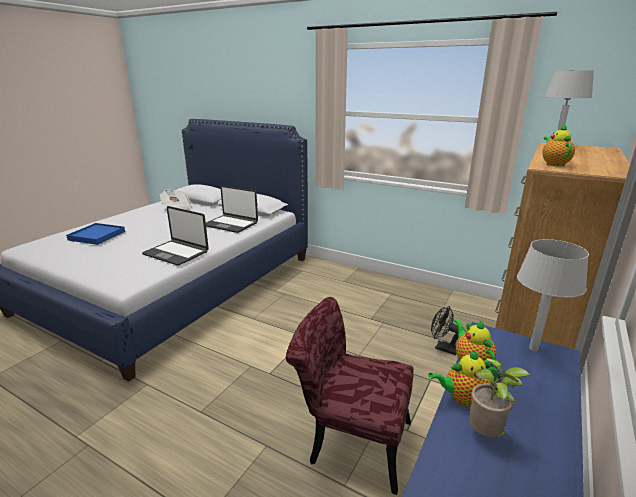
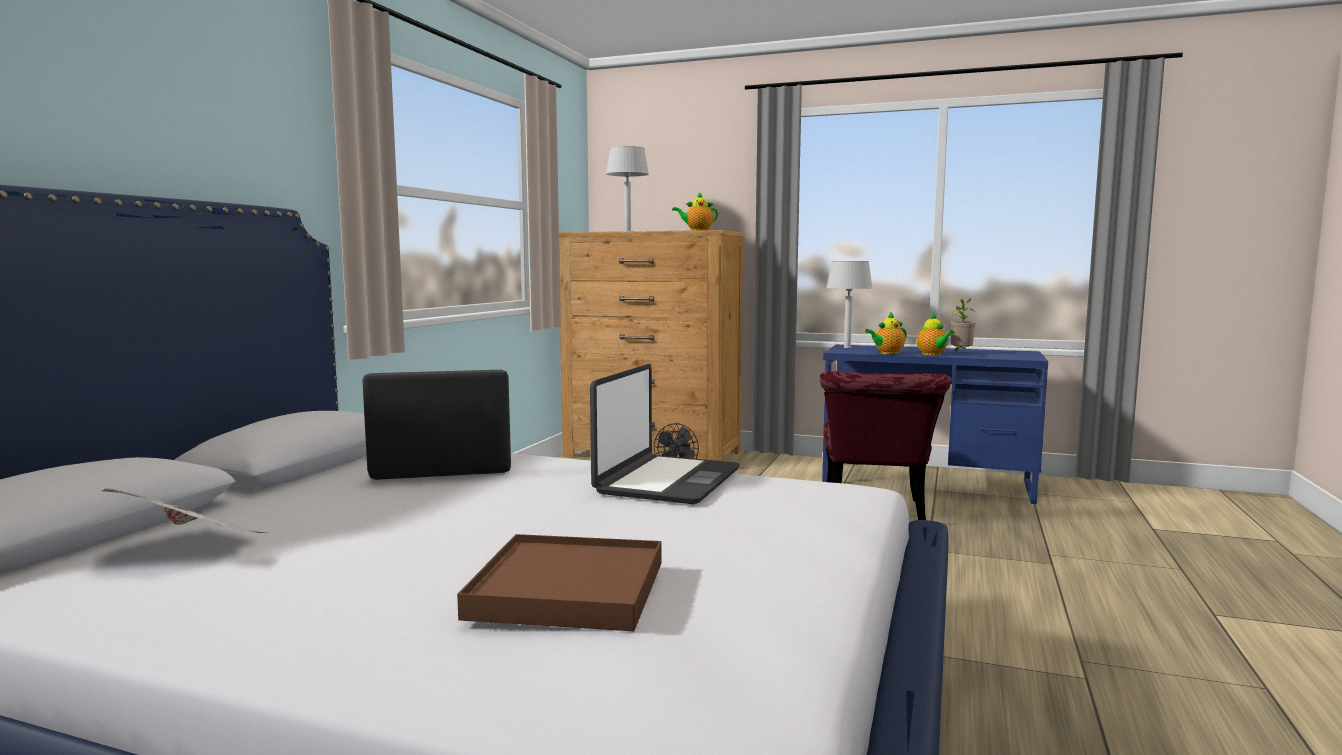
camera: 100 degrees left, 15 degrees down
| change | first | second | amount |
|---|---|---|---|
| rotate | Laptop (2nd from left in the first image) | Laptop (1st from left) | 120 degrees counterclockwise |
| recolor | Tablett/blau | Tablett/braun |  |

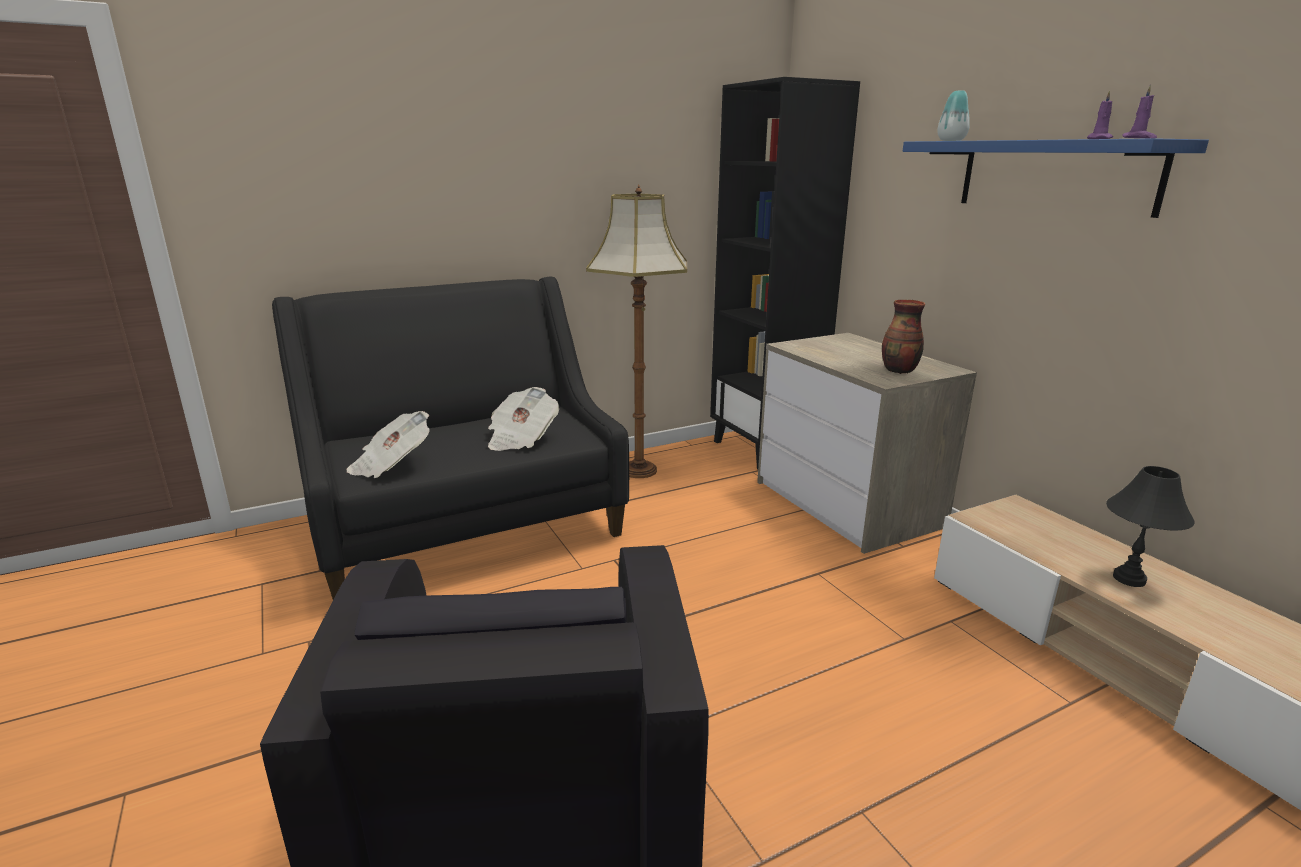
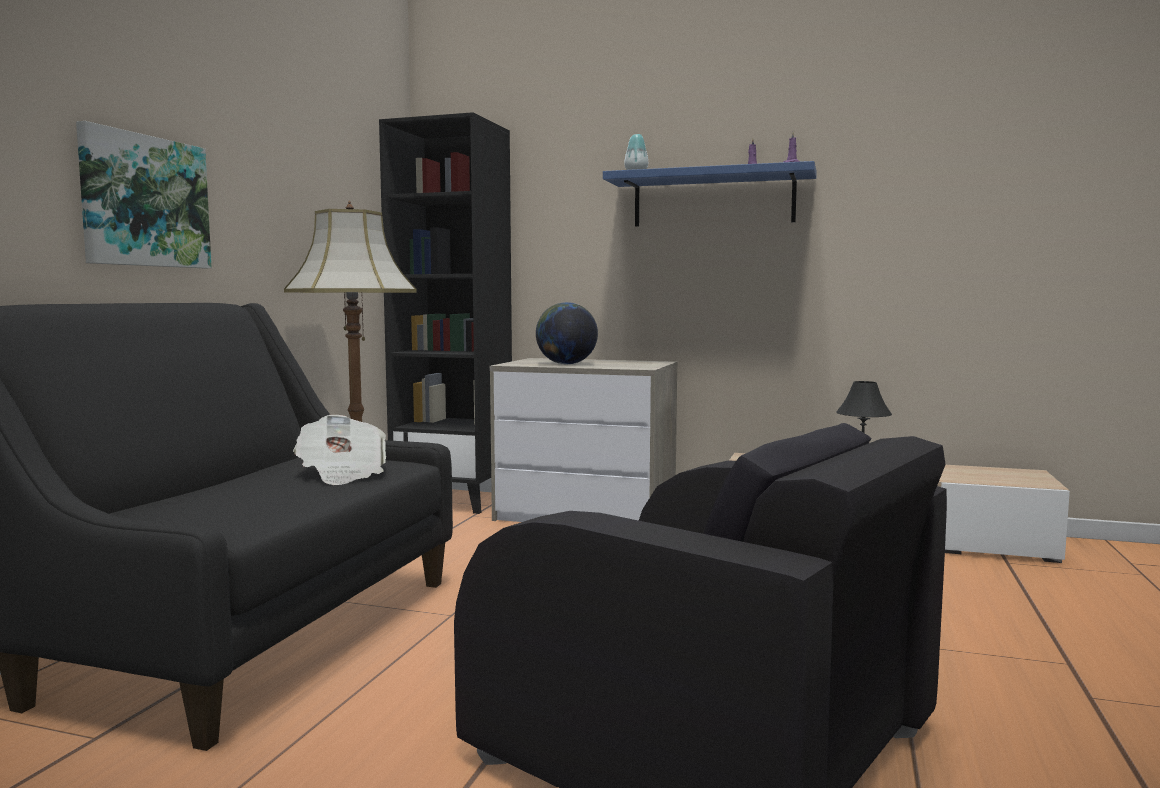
camera: 45 degrees left, 15 degrees down
| change | first | second | amount |
|---|---|---|---|
| delete | Vase (1st from left) |  |  |
| delete | Zeitung (1st from left) |  |  |
| insert |  | Bild |  |
| insert |  | Globus |  |

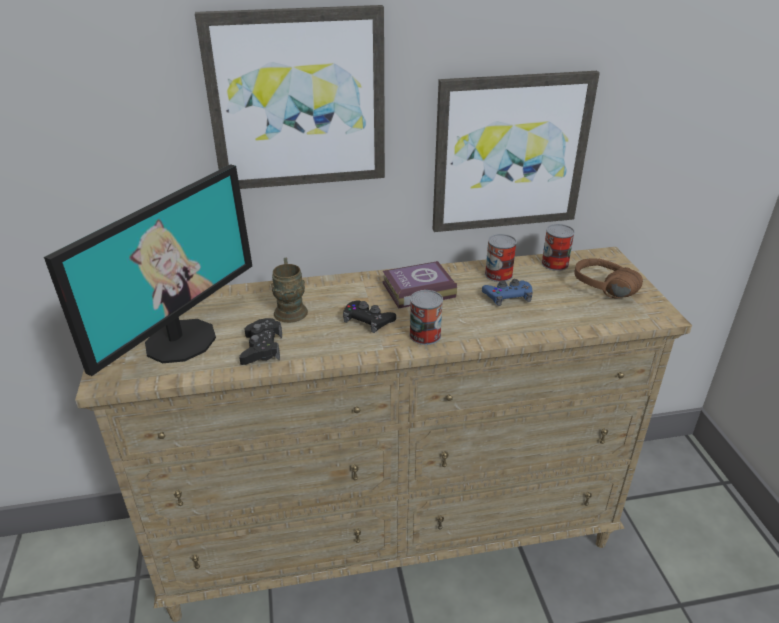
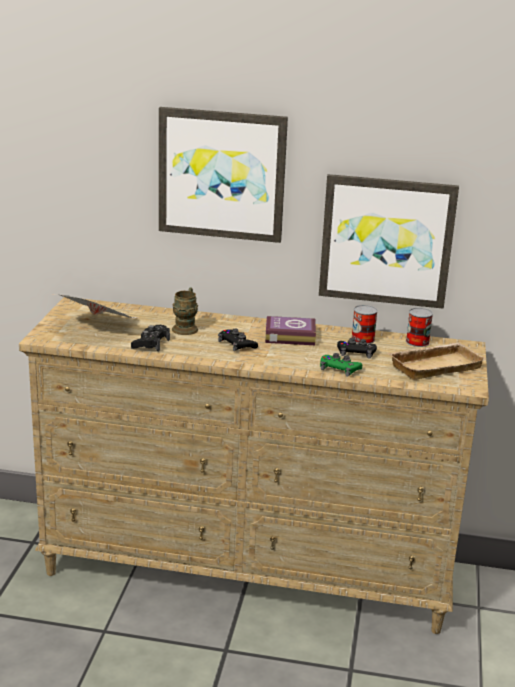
camera: 20 degrees right, 10 degrees down
| change | first | second | amount |
|---|---|---|---|
| replace | Monitor | Zeitung |  |
| replace | Kopfhörer/braun | Tablett/beige |  |
| recolor | Gamepad/blau | Gamepad/schwarz (3rd from left) |  |
| delete | Dose (1st from left) |  |  |
| insert |  | Gamepad/grün |  |

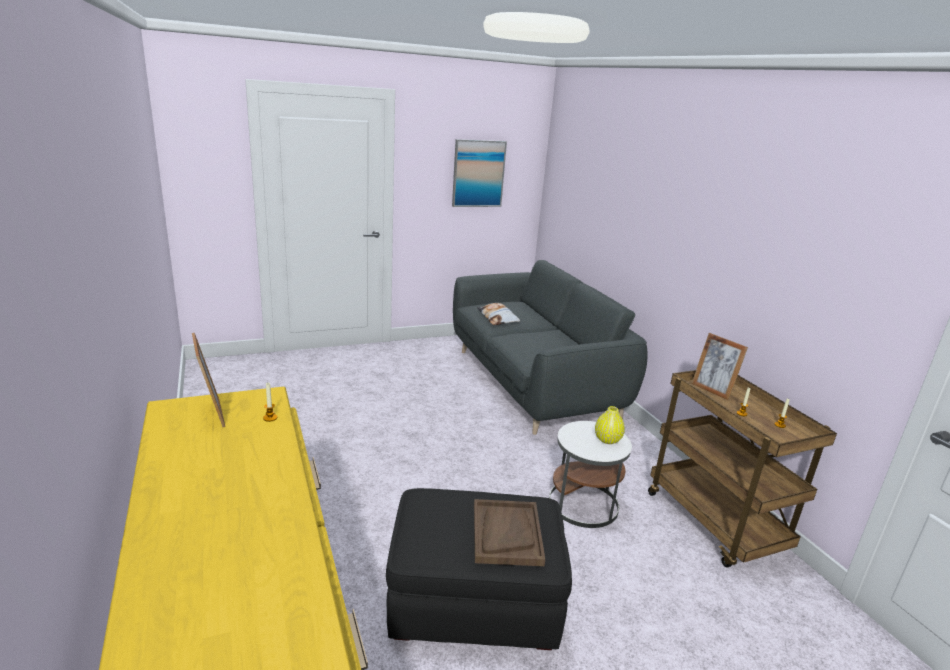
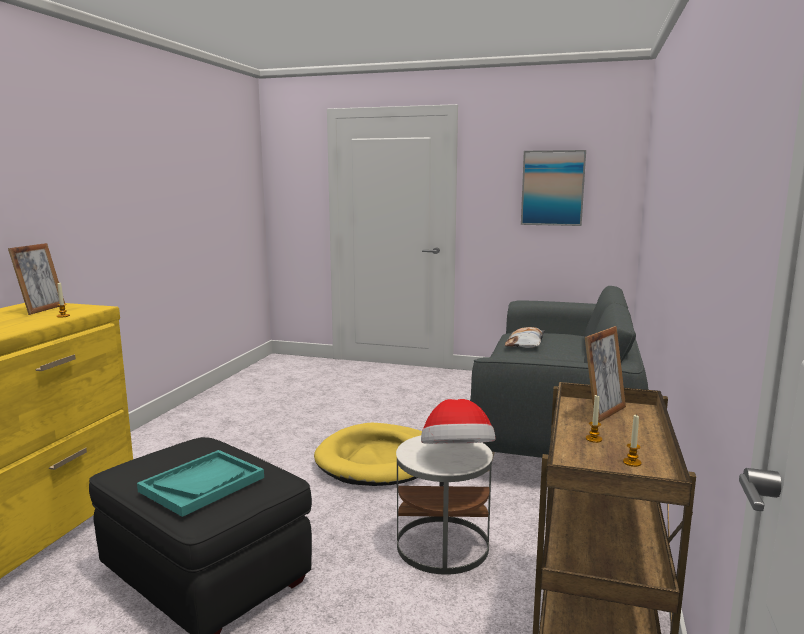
camera: 40 degrees right, 10 degrees down
| change | first | second | amount |
|---|---|---|---|
| rotate | Bilderrahmen (2nd from left) |  | 135 degrees counterclockwise |
| replace | Vase/gelb | Hut |  |
| recolor | Tablett/braun | Tablett/türkis |  |
| insert |  | Hundebett/gelb |  |

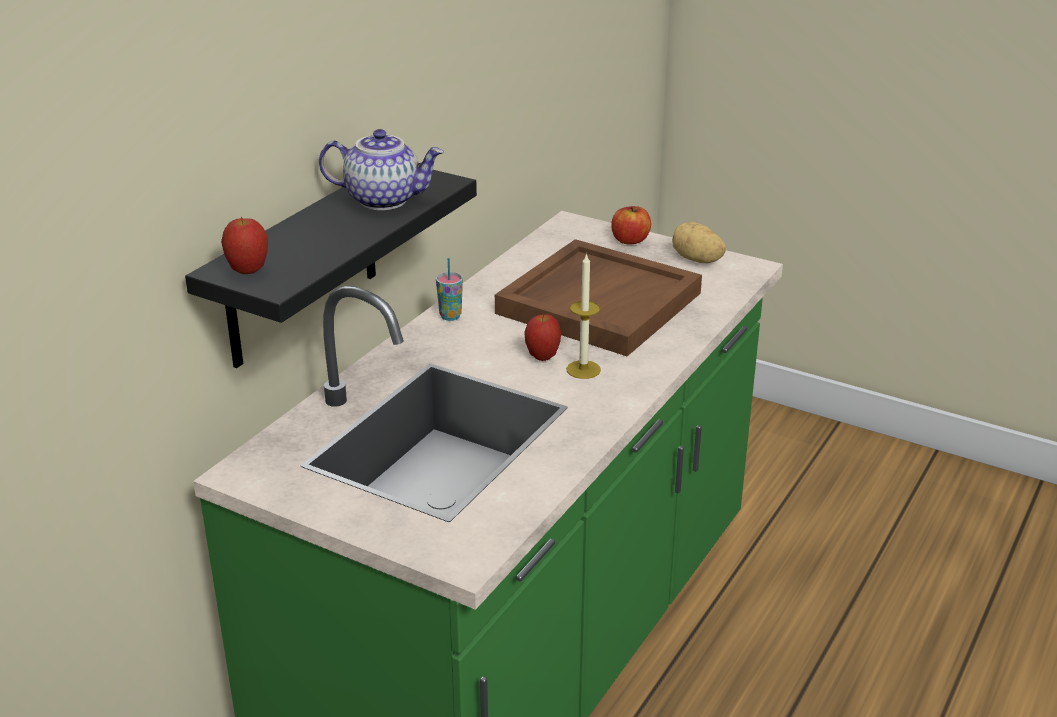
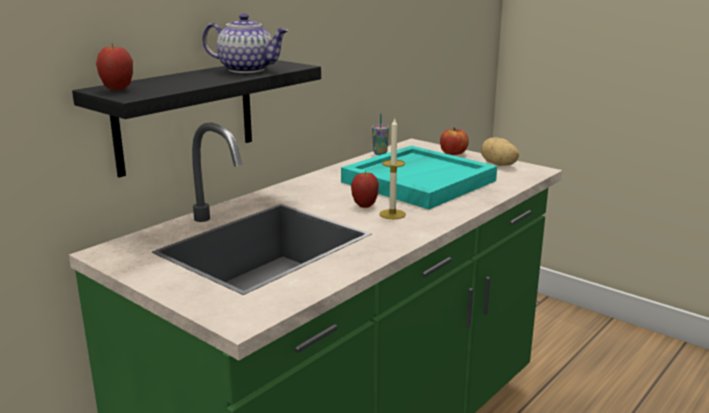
camera: 10 degrees right, 10 degrees down
| change | first | second | amount |
|---|---|---|---|
| recolor | Tablett/braun | Tablett/türkis |  |
| move | Tasse |  |  |

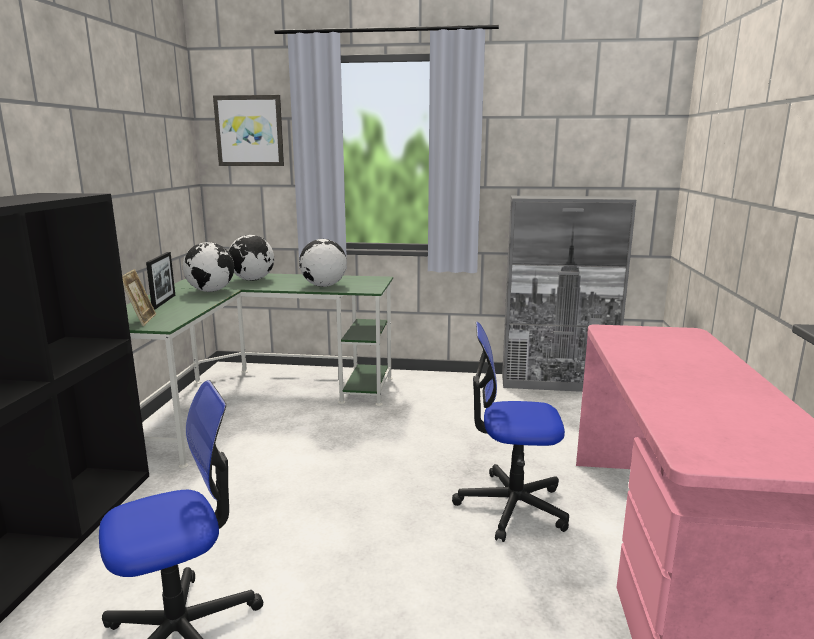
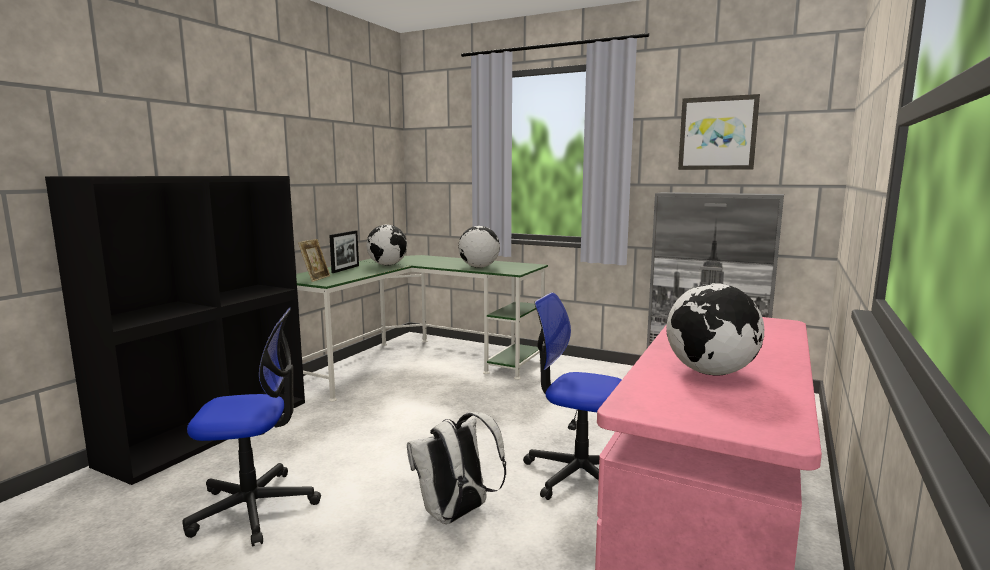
camera: 20 degrees right, 5 degrees down
| change | first | second | amount |
|---|---|---|---|
| move | Bild |  |  |
| move | Globus (2nd from left in the first image) | Globus (3rd from left) |  |
| insert |  | Rucksack/weiß |  |

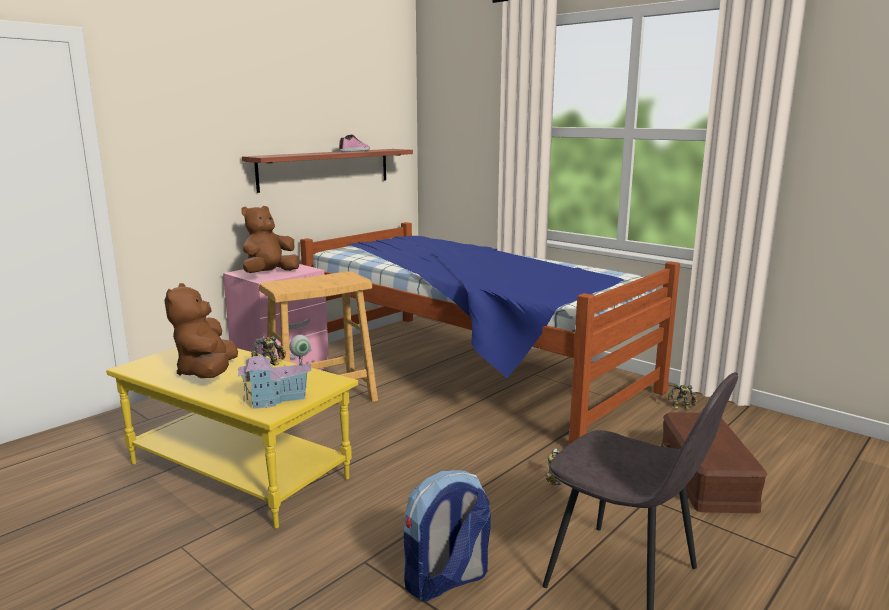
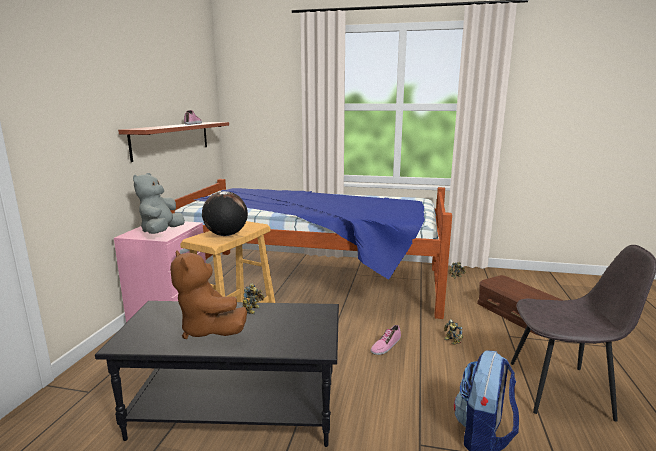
camera: 30 degrees left, 0 degrees up
| change | first | second | amount |
|---|---|---|---|
| recolor | Plüschtier/braun (2nd from left) | Plüschtier/grau |  |
| delete | Spielzeughaus |  |  |
| recolor | Couchtisch/gelb | Couchtisch/schwarz |  |
| insert |  | Globus |  |
| insert |  | Schuh (2nd from left) |  |

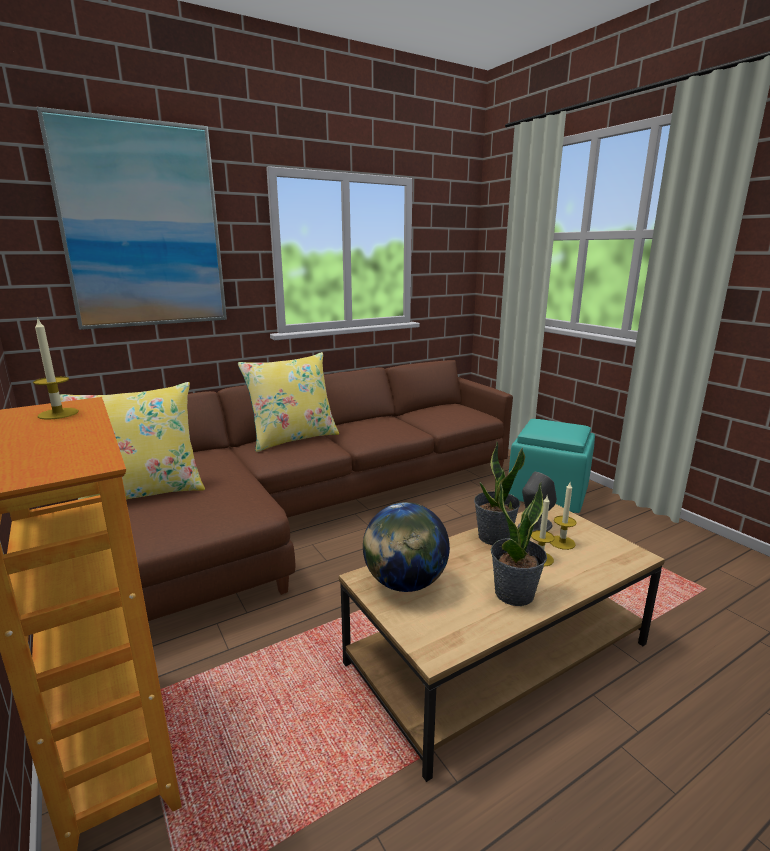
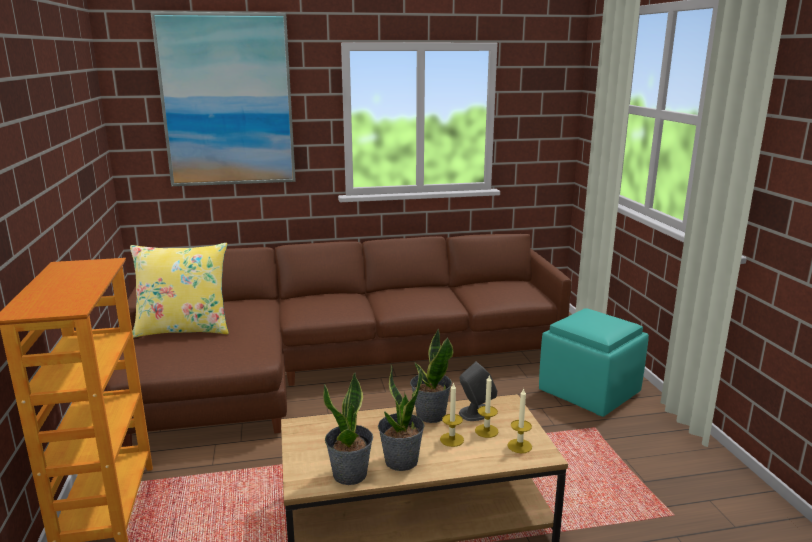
camera: 20 degrees right, 0 degrees up
| change | first | second | amount |
|---|---|---|---|
| move | Kerze (1st from left in the first image) | Kerze (3rd from left) |  |
| delete | Kissen/gelb (2nd from left) |  |  |
| delete | Globus |  |  |
| insert |  | Topfpflanze (1st from left) |  |

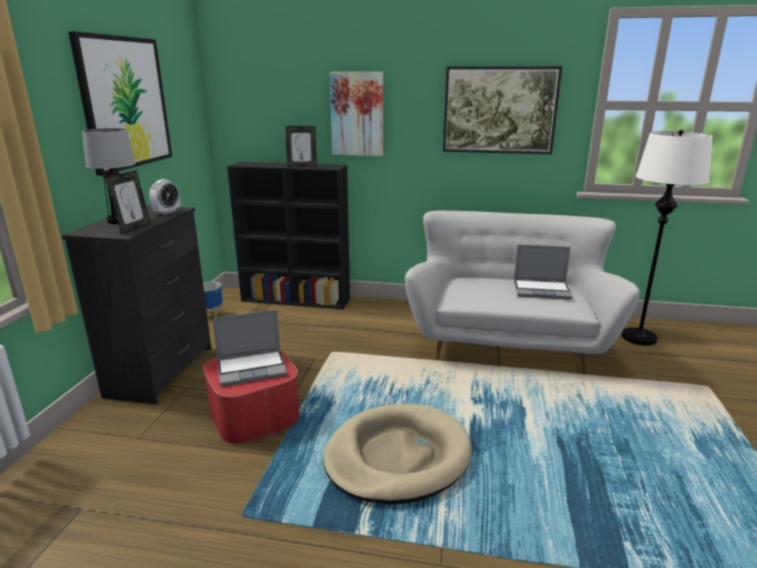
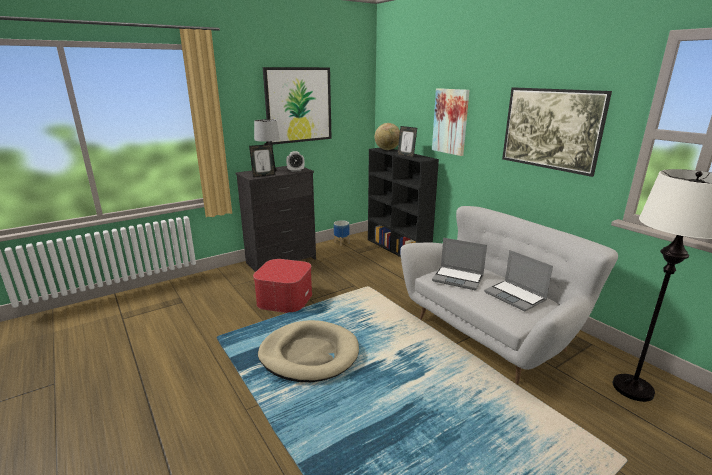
camera: 45 degrees right, 0 degrees up
| change | first | second | amount |
|---|---|---|---|
| move | Laptop (1st from left) |  |  |
| insert |  | Globus |  |

